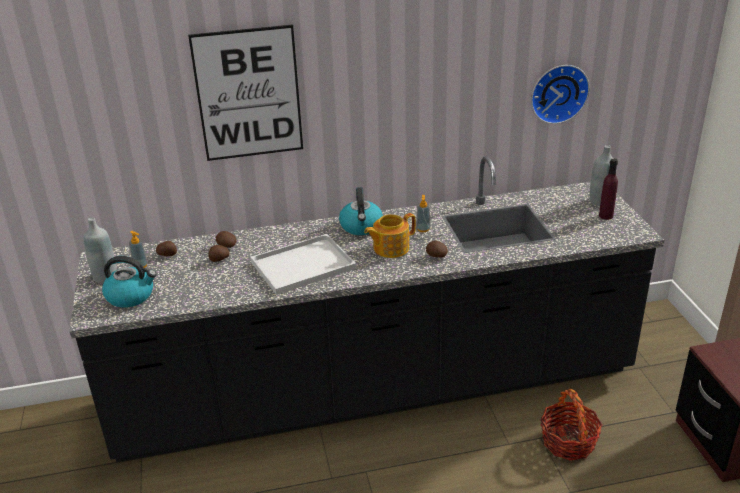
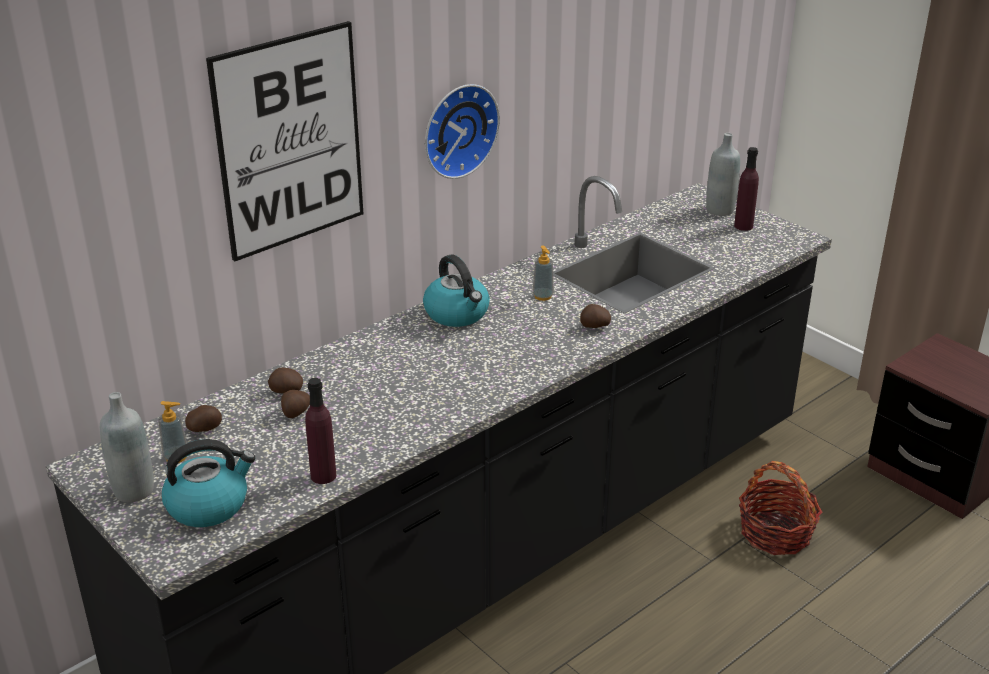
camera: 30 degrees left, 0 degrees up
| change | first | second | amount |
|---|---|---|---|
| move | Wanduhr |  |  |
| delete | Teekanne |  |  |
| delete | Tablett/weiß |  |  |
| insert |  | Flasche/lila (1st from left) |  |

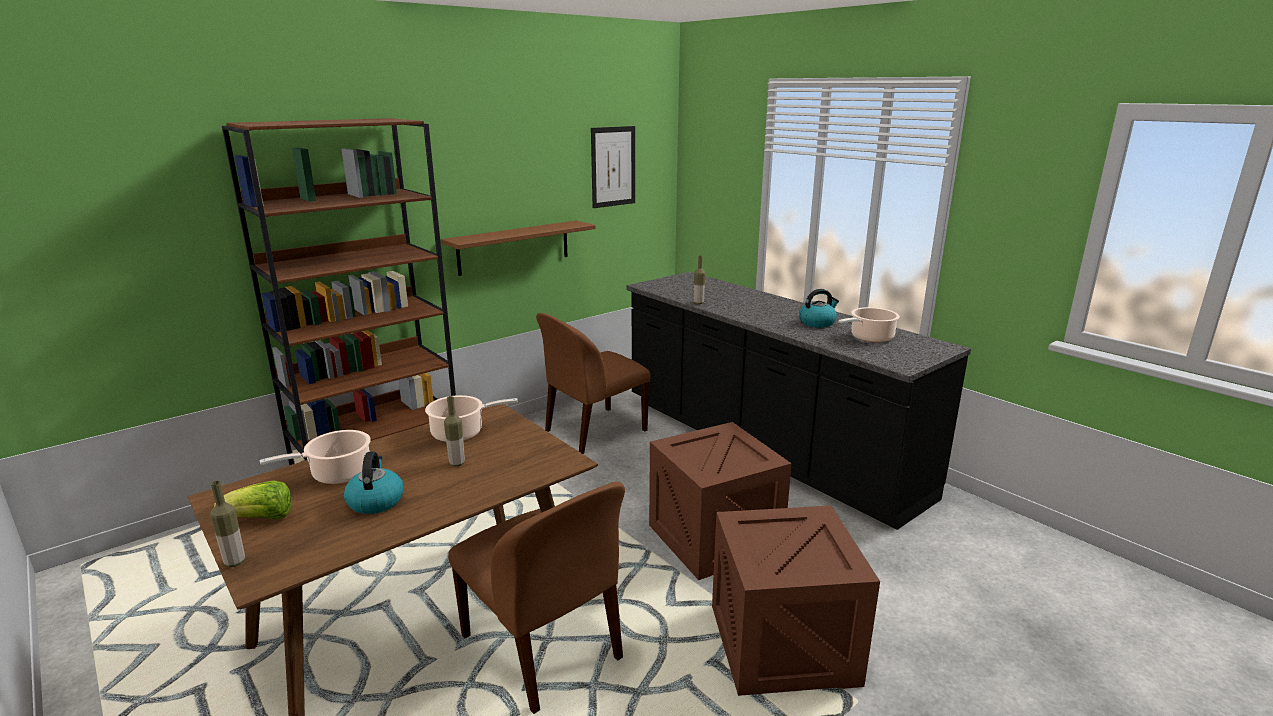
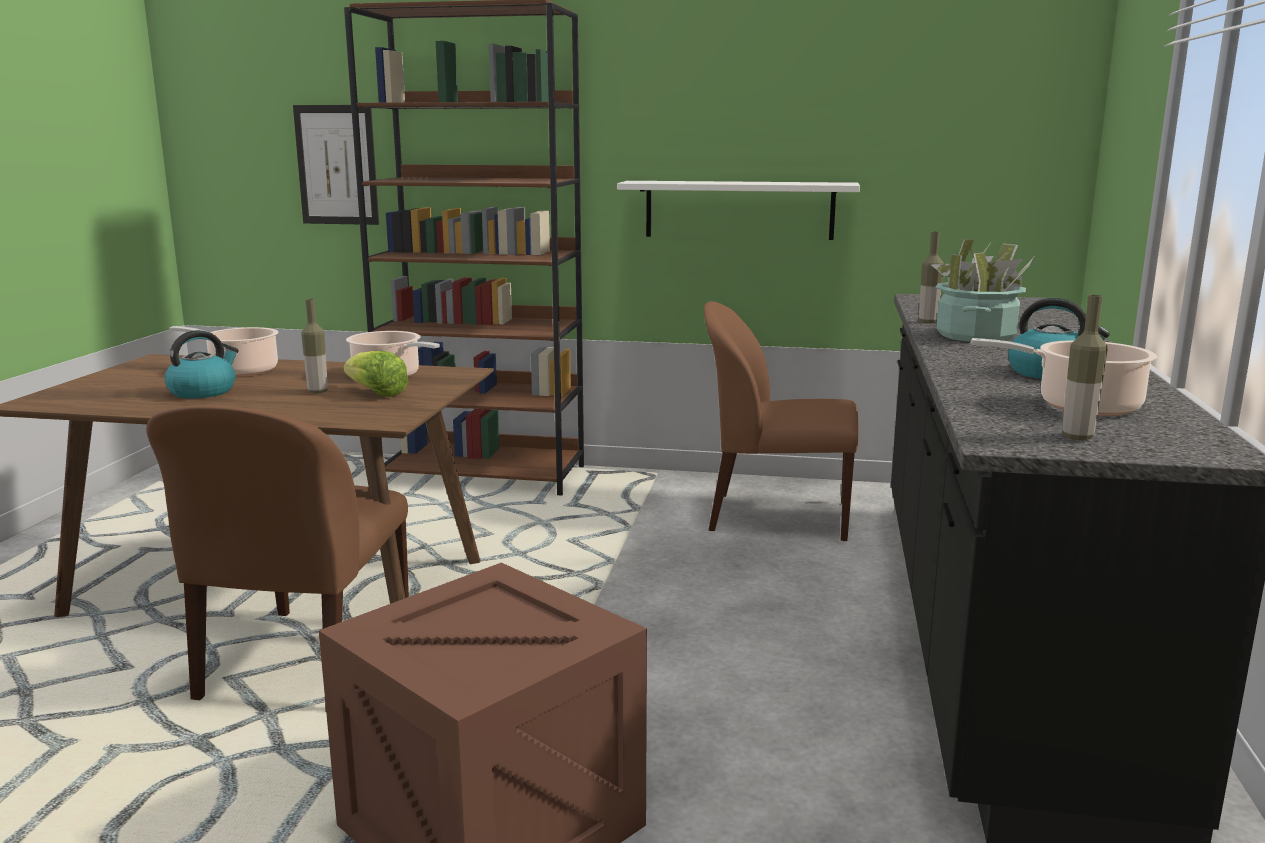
camera: 50 degrees right, 5 degrees down
| change | first | second | amount |
|---|---|---|---|
| move | Bild |  |  |
| recolor | Wandregal/braun | Wandregal/weiß |  |
| delete | Kiste (1st from left) |  |  |
| move | Salatkopf |  |  |
| move | Flasche (1st from left in the first image) | Flasche (3rd from left) |  |
| insert |  | Topfpflanze |  |

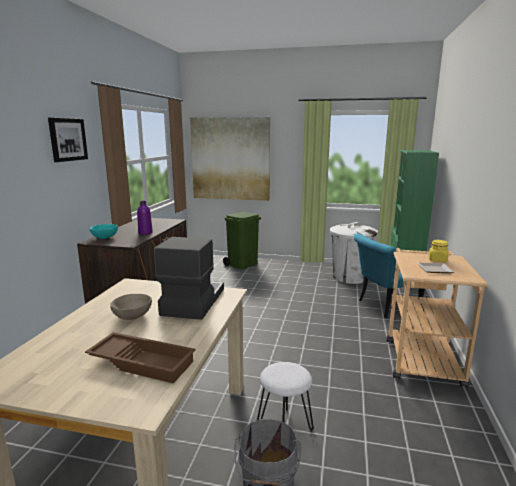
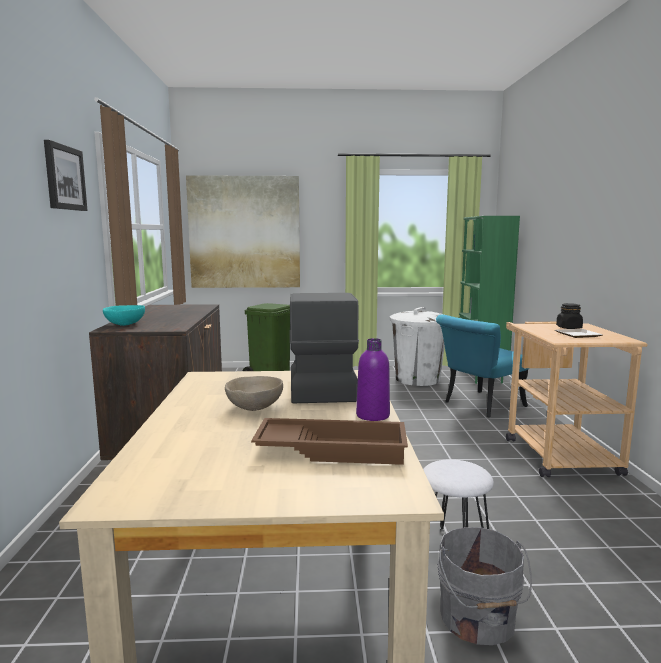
camera: 15 degrees left, 5 degrees down
| change | first | second | amount |
|---|---|---|---|
| move | Flasche/lila |  |  |
| recolor | Vorratsglas/gelb | Vorratsglas/schwarz |  |

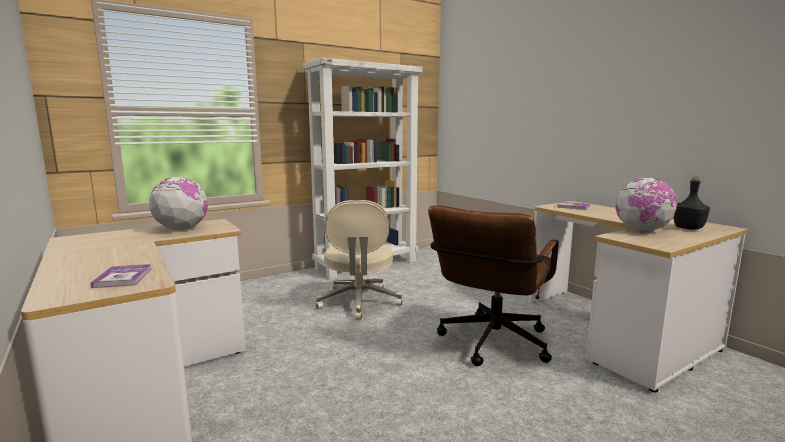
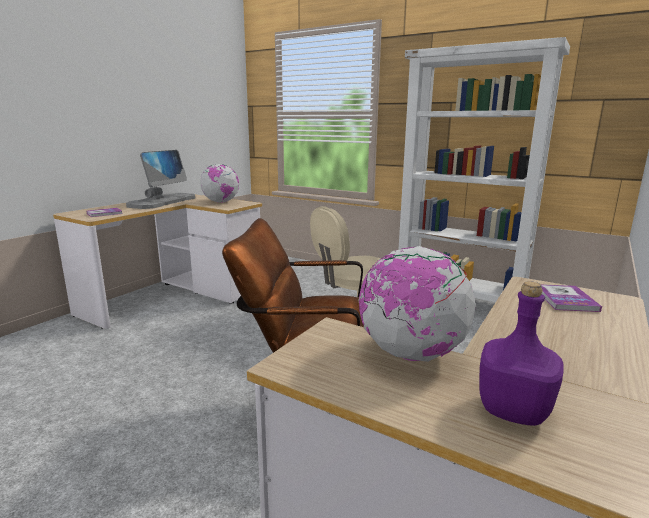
camera: 65 degrees right, 5 degrees up
| change | first | second | amount |
|---|---|---|---|
| recolor | Flasche/schwarz | Flasche/lila |  |
| insert |  | Monitor |  |

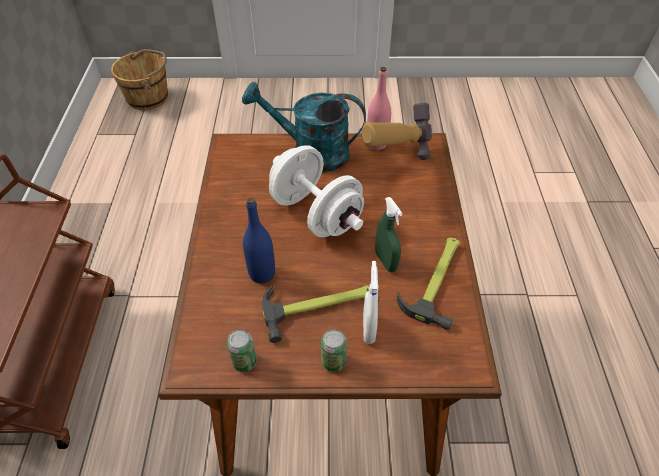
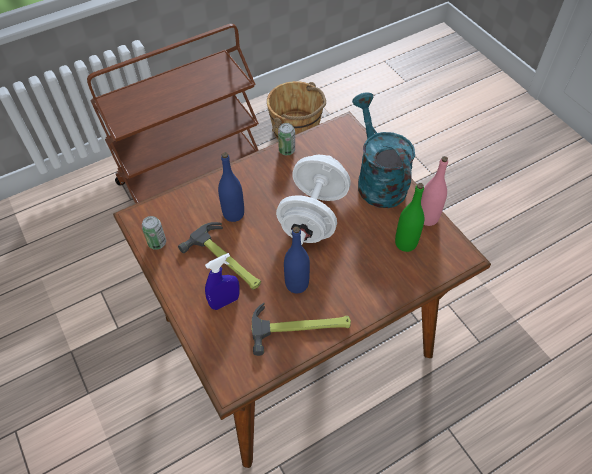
camera: 60 degrees right, 5 degrees up
| change | first | second | amount |
|---|---|---|---|
| move | Eimer/braun |  |  |
| replace | Hammer (2nd from left) | Flasche/grün |  |
| replace | Sprühflasche/grün | Flasche/blau (2nd from left) |  |
| recolor | Sprühflasche/weiß | Sprühflasche/blau |  |
| move | Dose (2nd from left) |  |  |

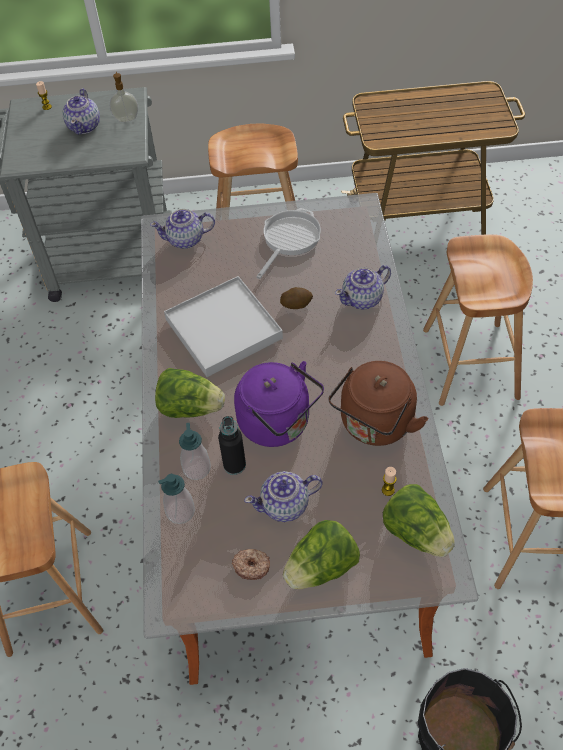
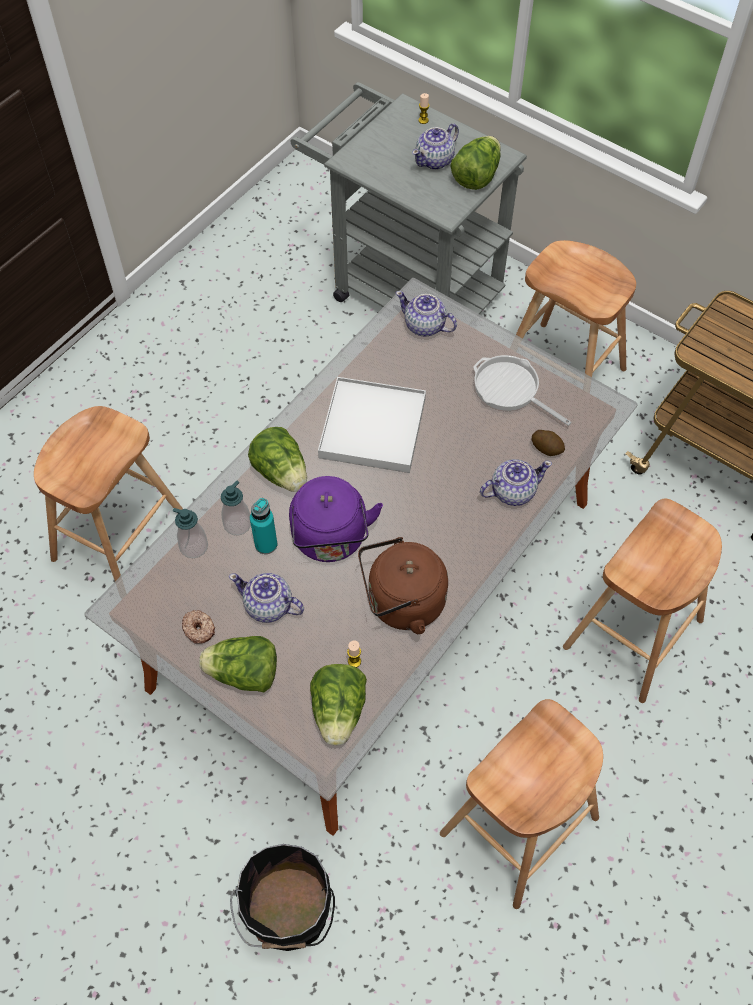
camera: 40 degrees right, 5 degrees up
| change | first | second | amount |
|---|---|---|---|
| replace | Seifenspender (1st from left) | Salatkopf (4th from left) |  |
| rotate | Pfanne |  | 120 degrees counterclockwise |
| rotate | Teekanne (4th from left) |  | 150 degrees clockwise |
| move | Kartoffel |  |  |
| recolor | Flasche/schwarz | Flasche/türkis |  |

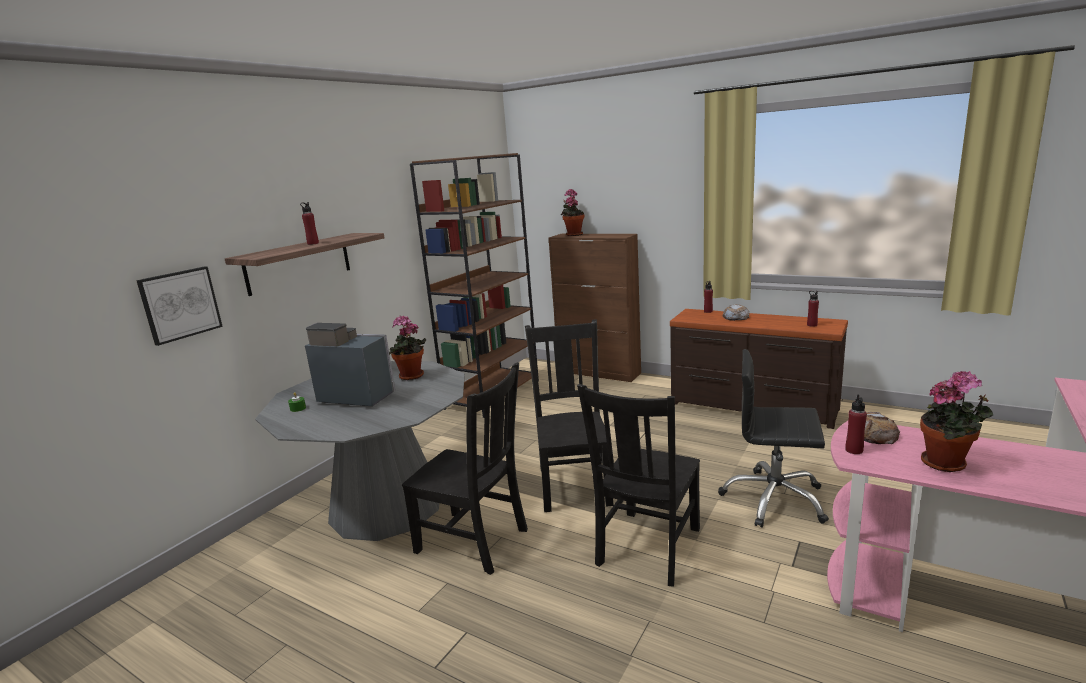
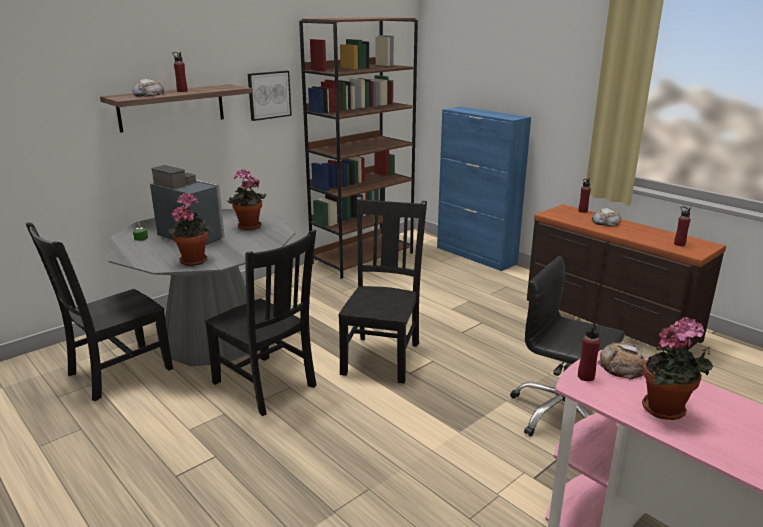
camera: 15 degrees right, 5 degrees up
| change | first | second | amount |
|---|---|---|---|
| move | Topfpflanze (2nd from left in the first image) | Topfpflanze (1st from left) |  |
| recolor | Schrank/braun | Schrank/blau |  |
| move | Bild |  |  |
| move | Stuhl/schwarz (3rd from left in the first image) | Stuhl/schwarz (1st from left) |  |
| insert |  | Brot (1st from left) |  |

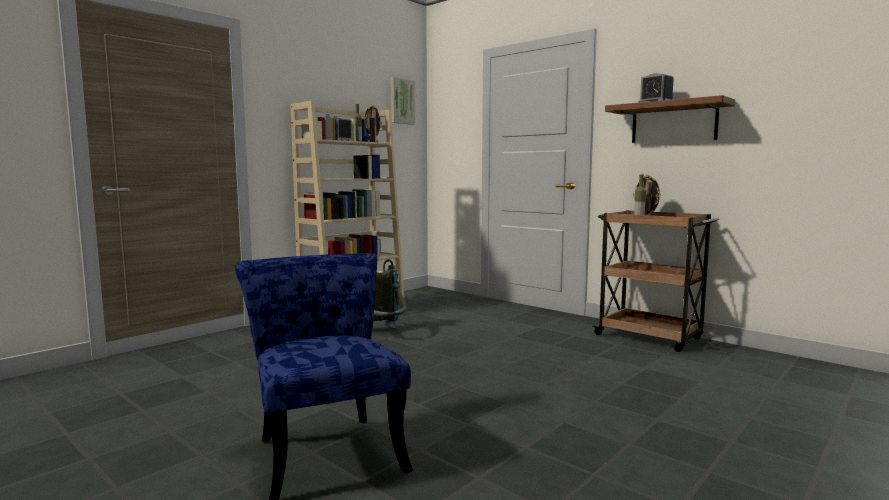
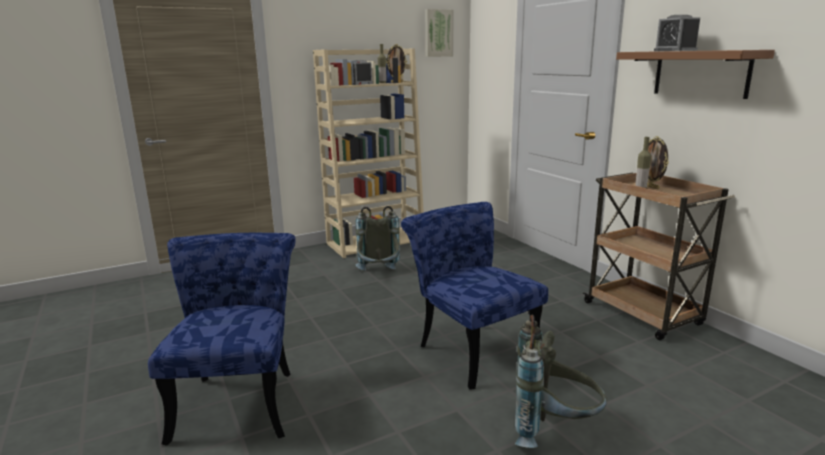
camera: 20 degrees right, 10 degrees up
| change | first | second | amount |
|---|---|---|---|
| insert |  | Stuhl/blau (2nd from left) |  |
| insert |  | Rucksack/grau (2nd from left) |  |

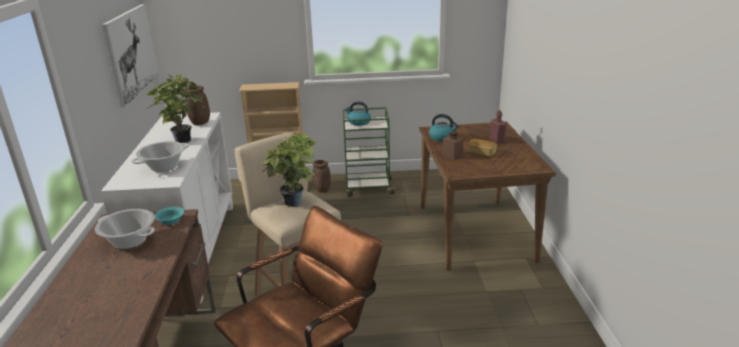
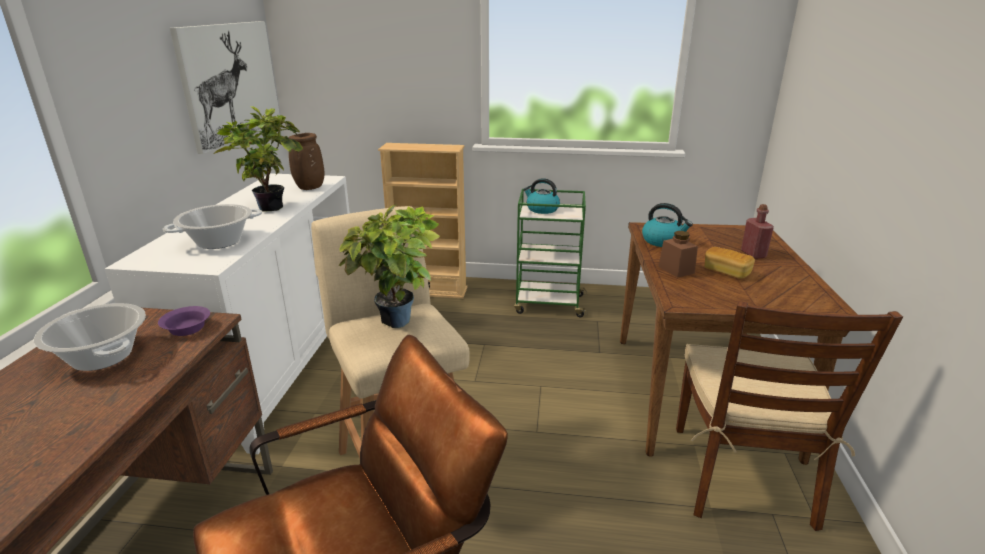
camera: 10 degrees right, 0 degrees up
| change | first | second | amount |
|---|---|---|---|
| delete | Vase/braun (2nd from left) |  |  |
| recolor | Schüssel/türkis | Schüssel/lila |  |
| insert |  | Stuhl/braun |  |

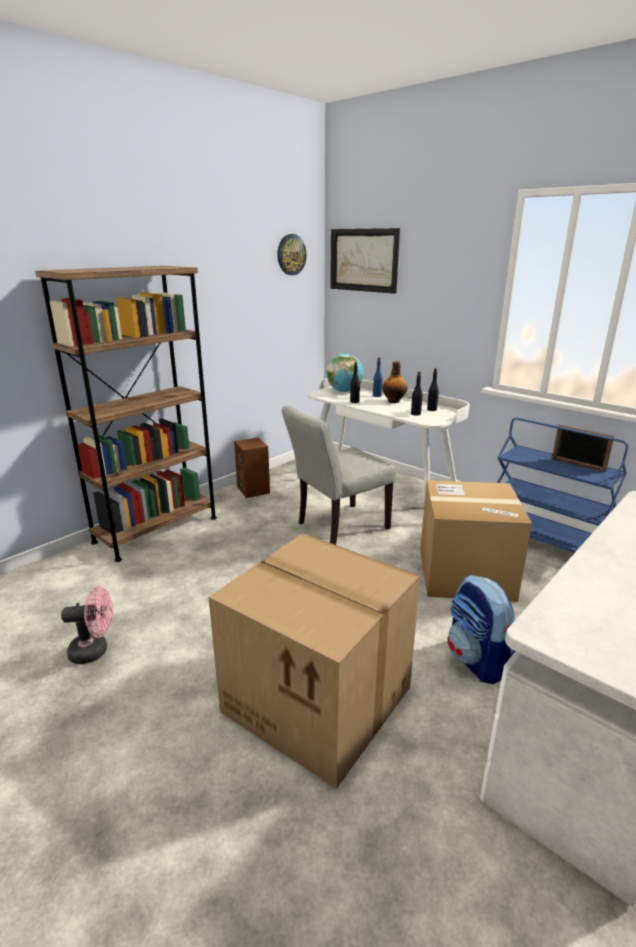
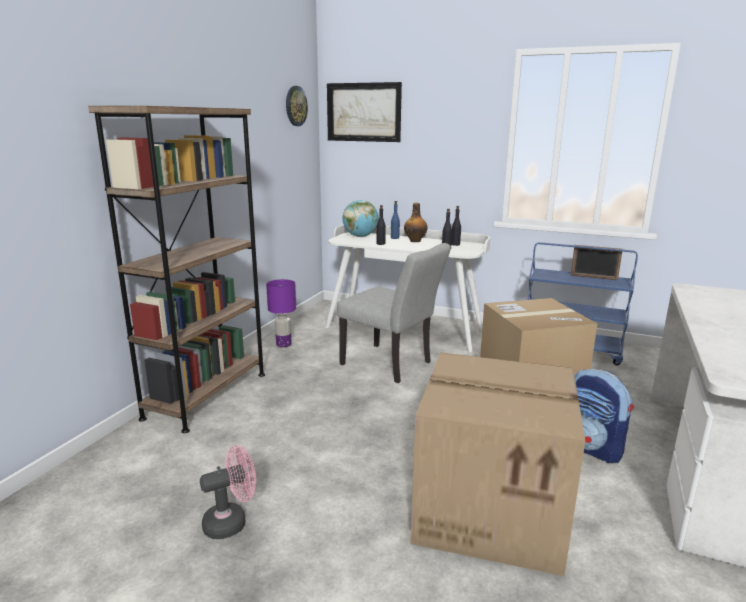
camera: 20 degrees left, 5 degrees down
| change | first | second | amount |
|---|---|---|---|
| rotate | Stuhl/grau |  | 90 degrees counterclockwise |
| replace | Lautsprecher/braun | Tischlampe/lila |  |

